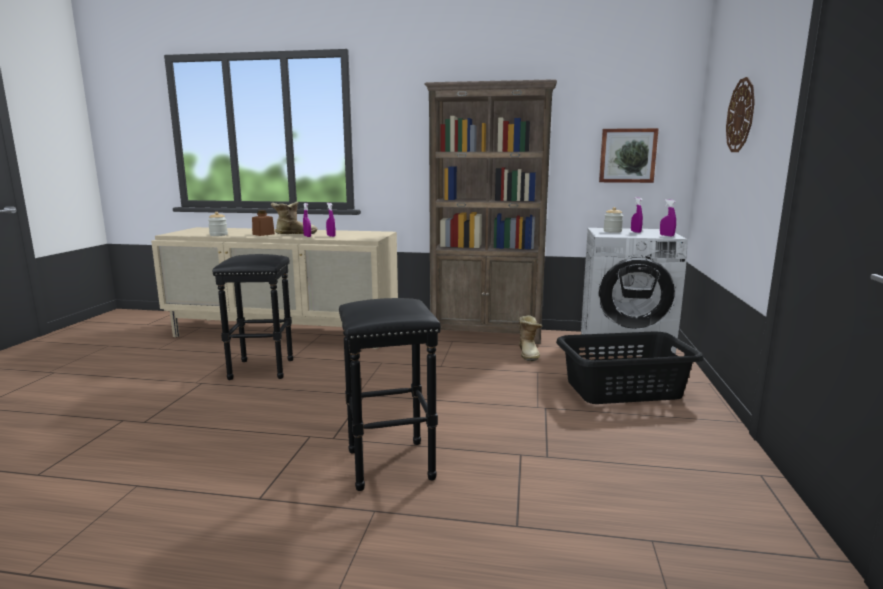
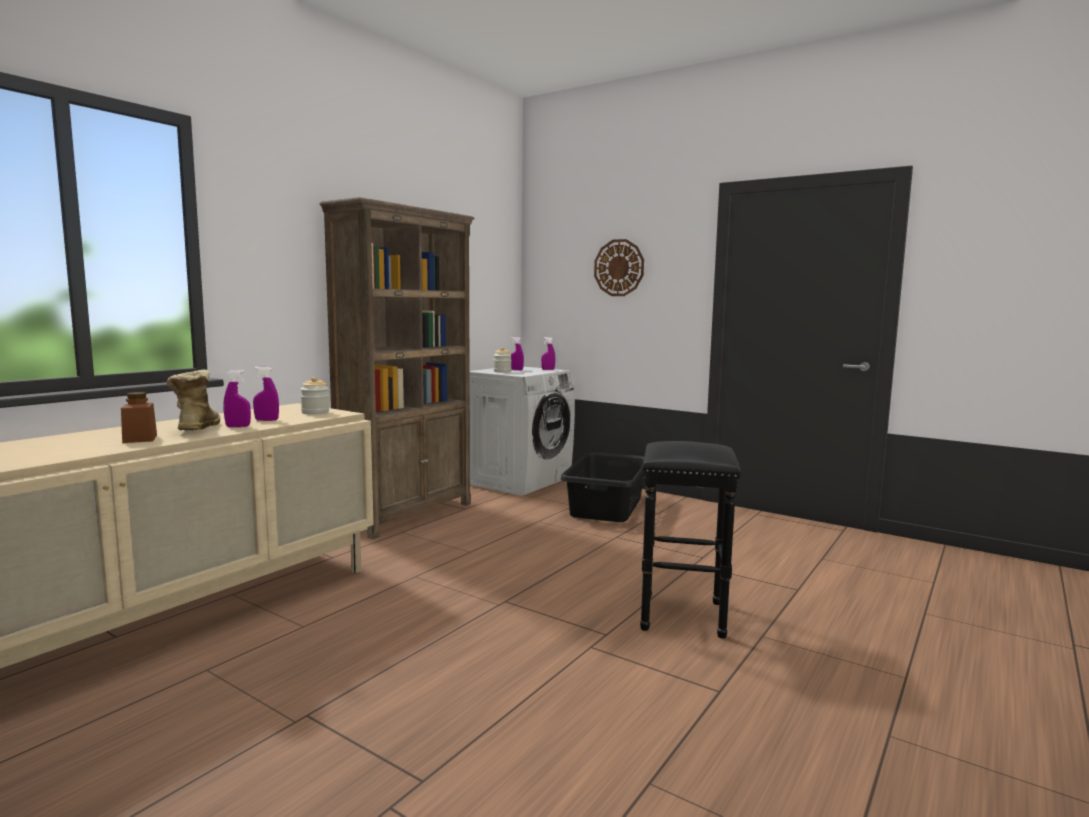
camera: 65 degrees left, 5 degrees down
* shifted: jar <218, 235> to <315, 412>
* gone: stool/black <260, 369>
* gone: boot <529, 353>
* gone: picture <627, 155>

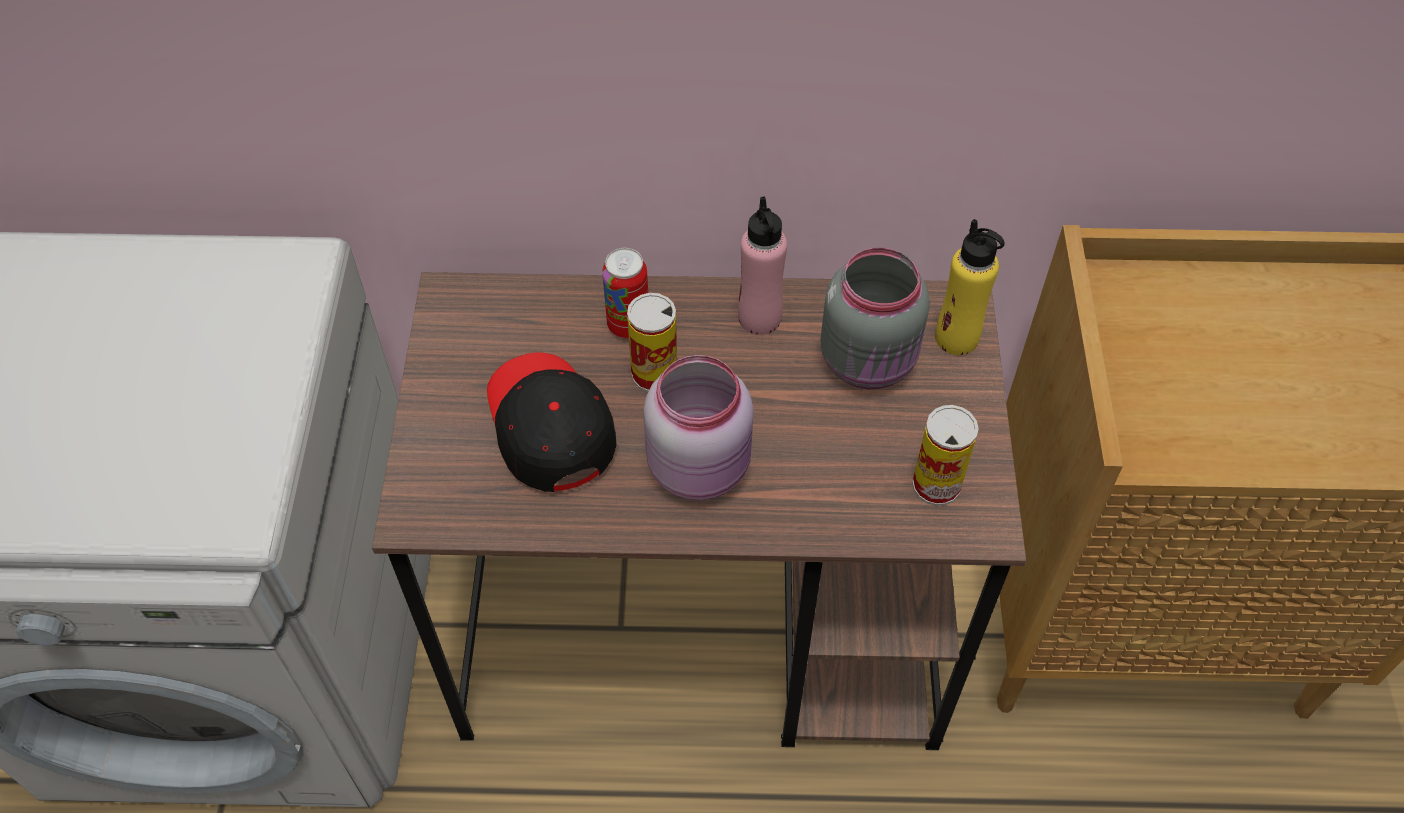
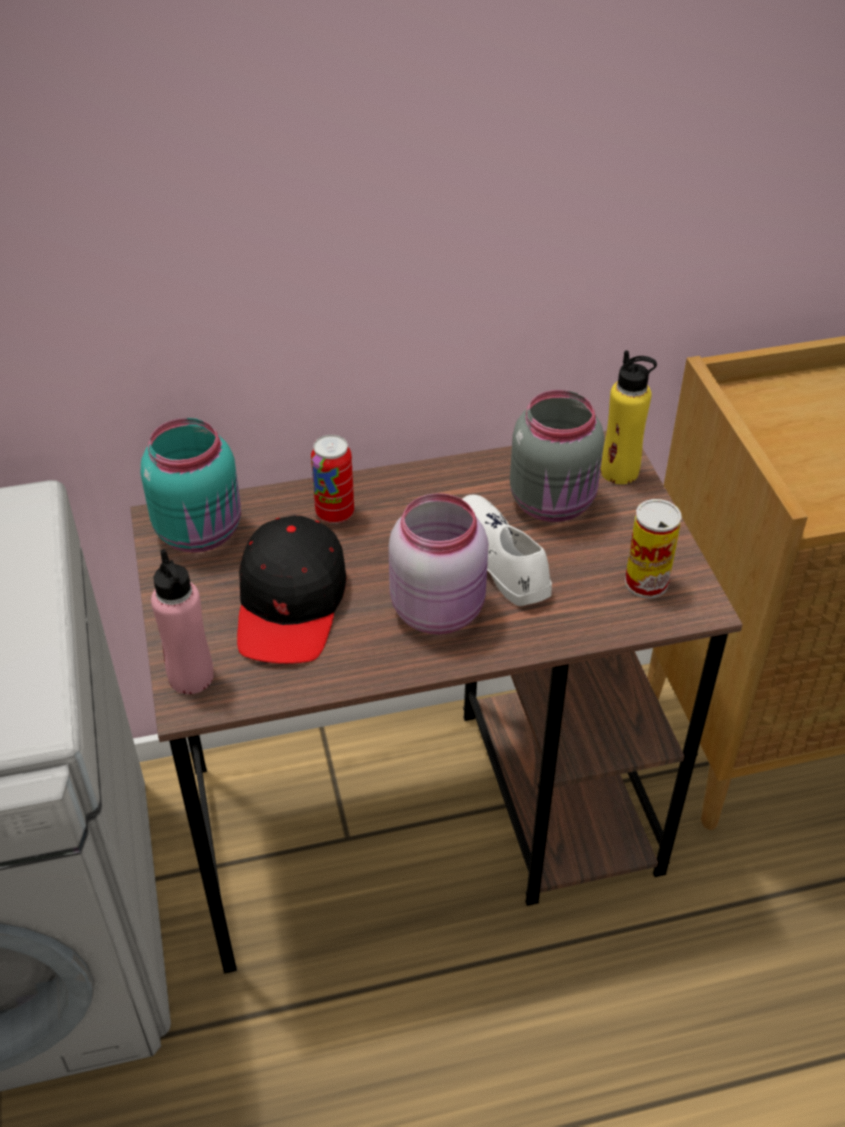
camera: 15 degrees left, 10 degrees down
* rotated: cap/black <549, 426> = <291, 604> 135 degrees counterclockwise
* gone: can <654, 374>
* shifted: bottle/pink <759, 318> to <191, 677>
* new: jar/turquoise <202, 531>
* new: shoe/white <499, 559>

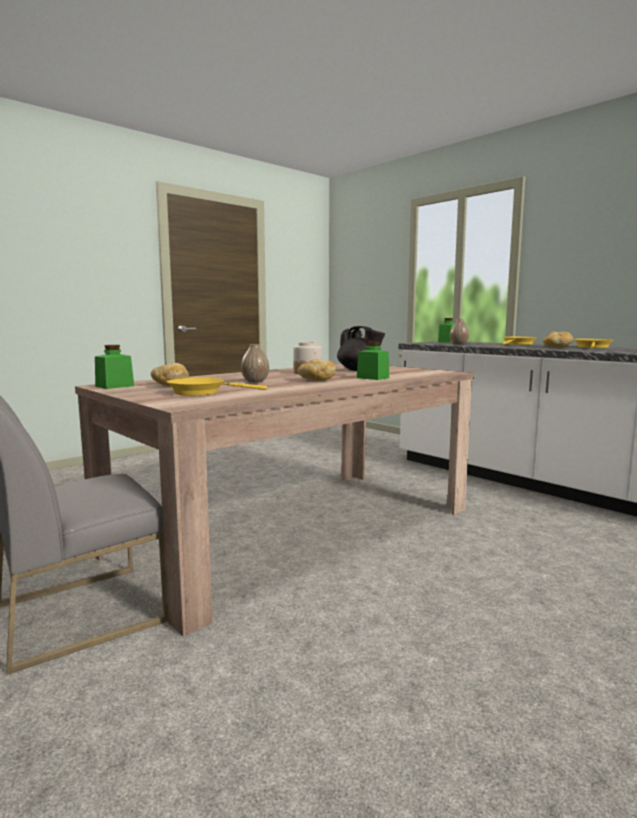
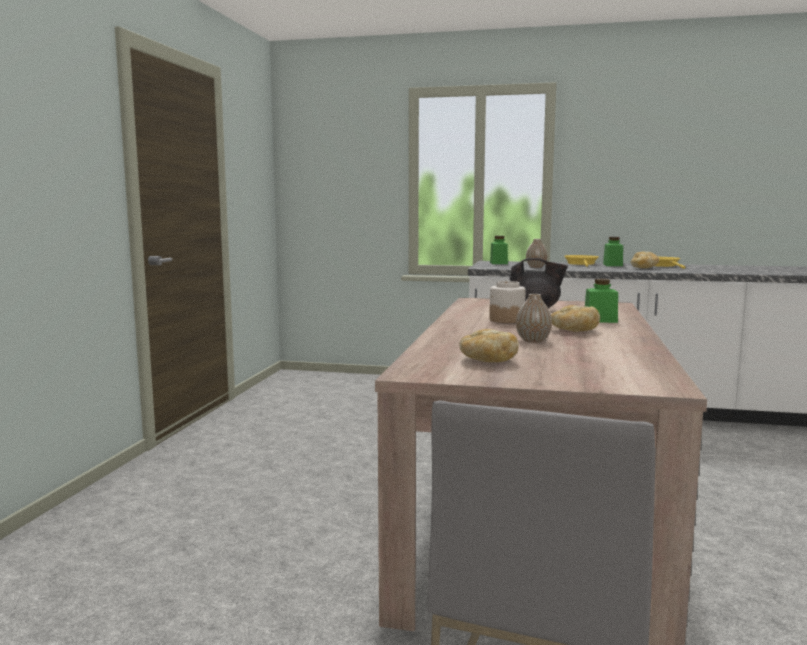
camera: 35 degrees left, 0 degrees up
* shifted: jar/green <114, 386> to <612, 265>
* gone: frying pan/yellow <202, 392>

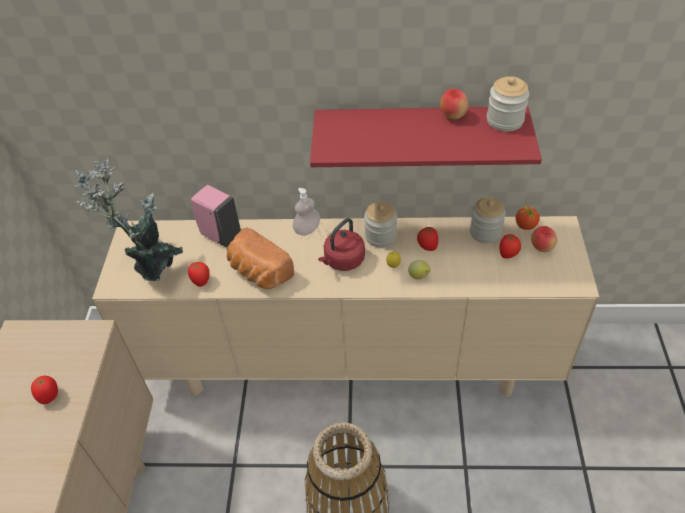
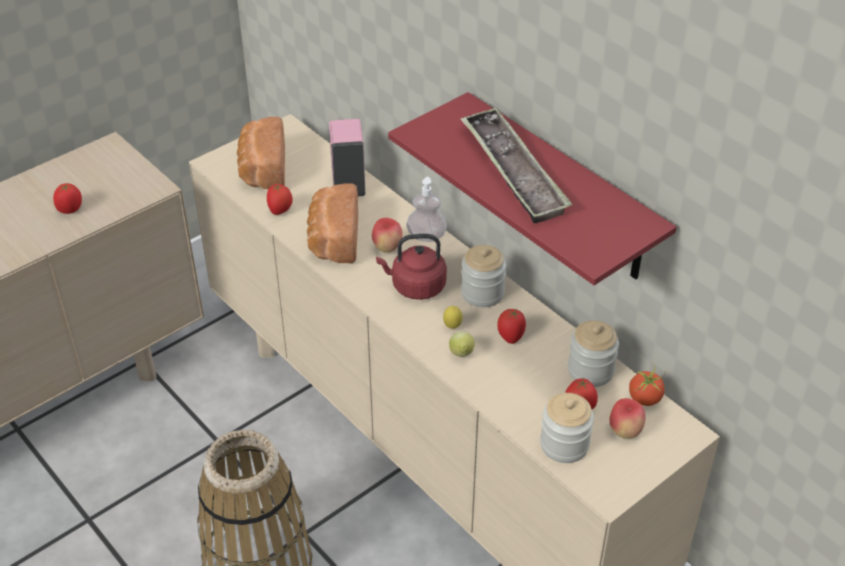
camera: 45 degrees right, 5 degrees down
* swapped: potted plant <152, 266> to bread <262, 170>
* shifted: apple <453, 116> to <387, 248>
* shifted: jar <504, 120> to <564, 444>
* new: tray <513, 171>

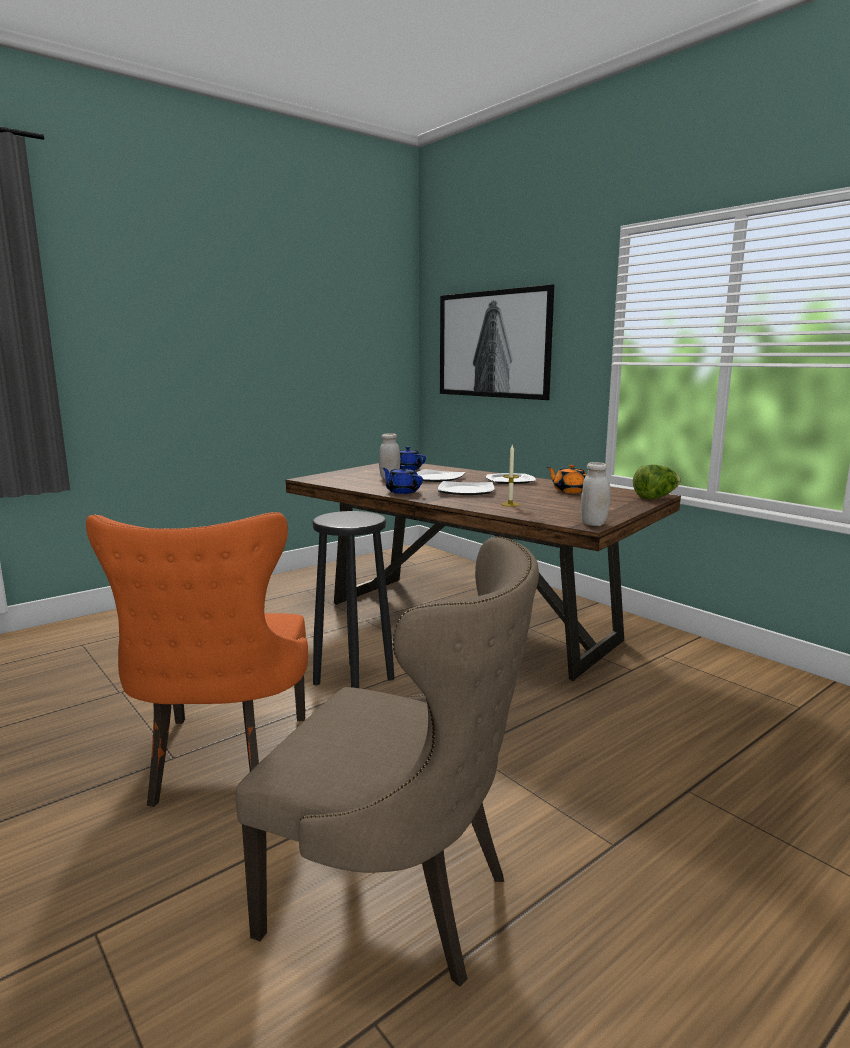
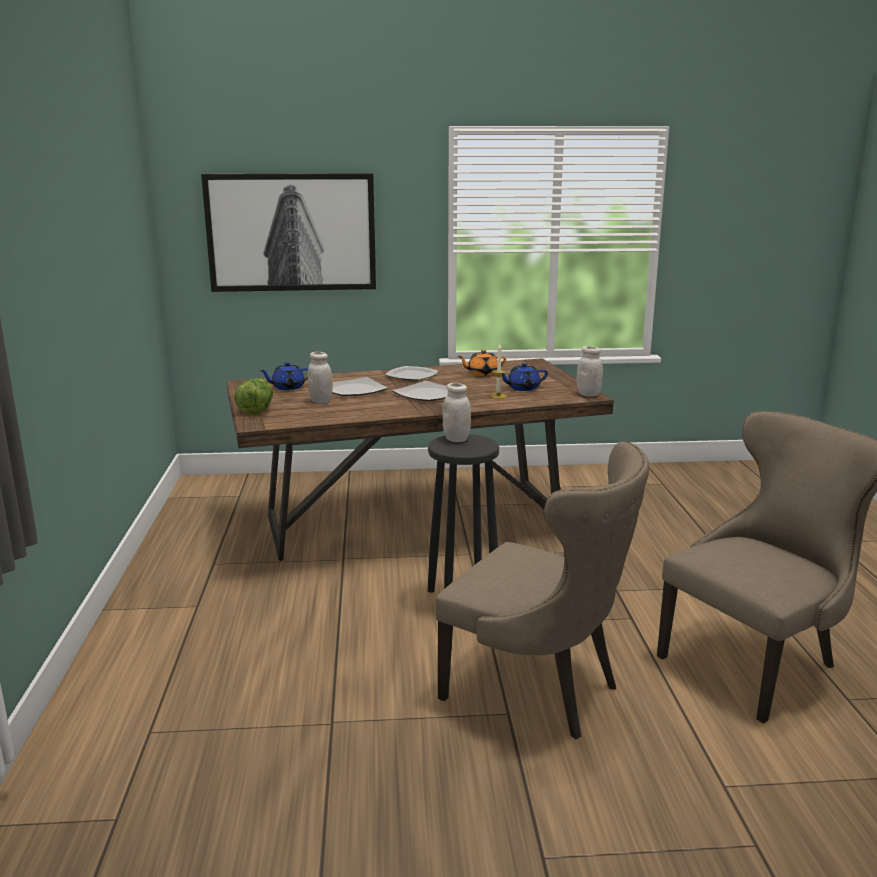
camera: 55 degrees left, 5 degrees up
* repainted: chair/orange <223, 761> to chair/beige <538, 690>
* shifted: teapot/blue <402, 491> to <522, 388>
* shifted: lettuce <655, 497> to <257, 410>
* new: jar/white <456, 439>

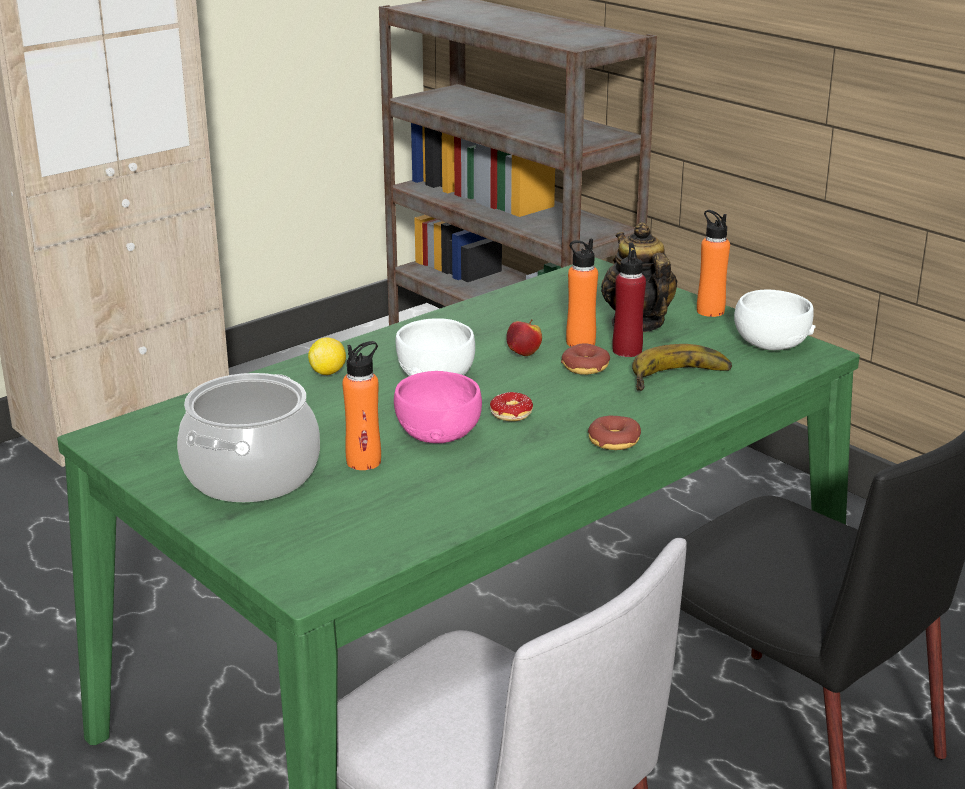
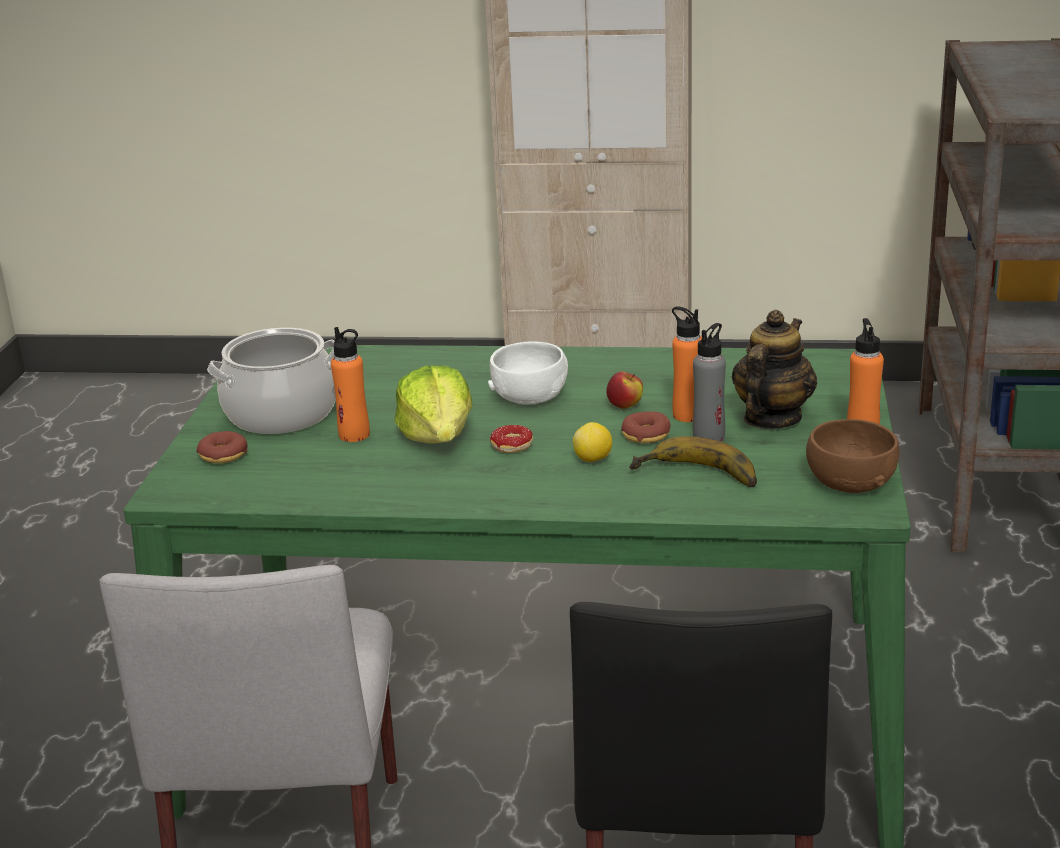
camera: 50 degrees right, 0 degrees up
* shifted: lemon <328, 372> to <593, 459>
* swapped: bowl/pink <437, 432> to lettuce <438, 436>
* shifted: donut <614, 441> to <223, 455>
* repainted: bottle/red <627, 350> to bottle/grey <709, 436>
* repainted: bowl/white <771, 342> to bowl/brown <850, 481>

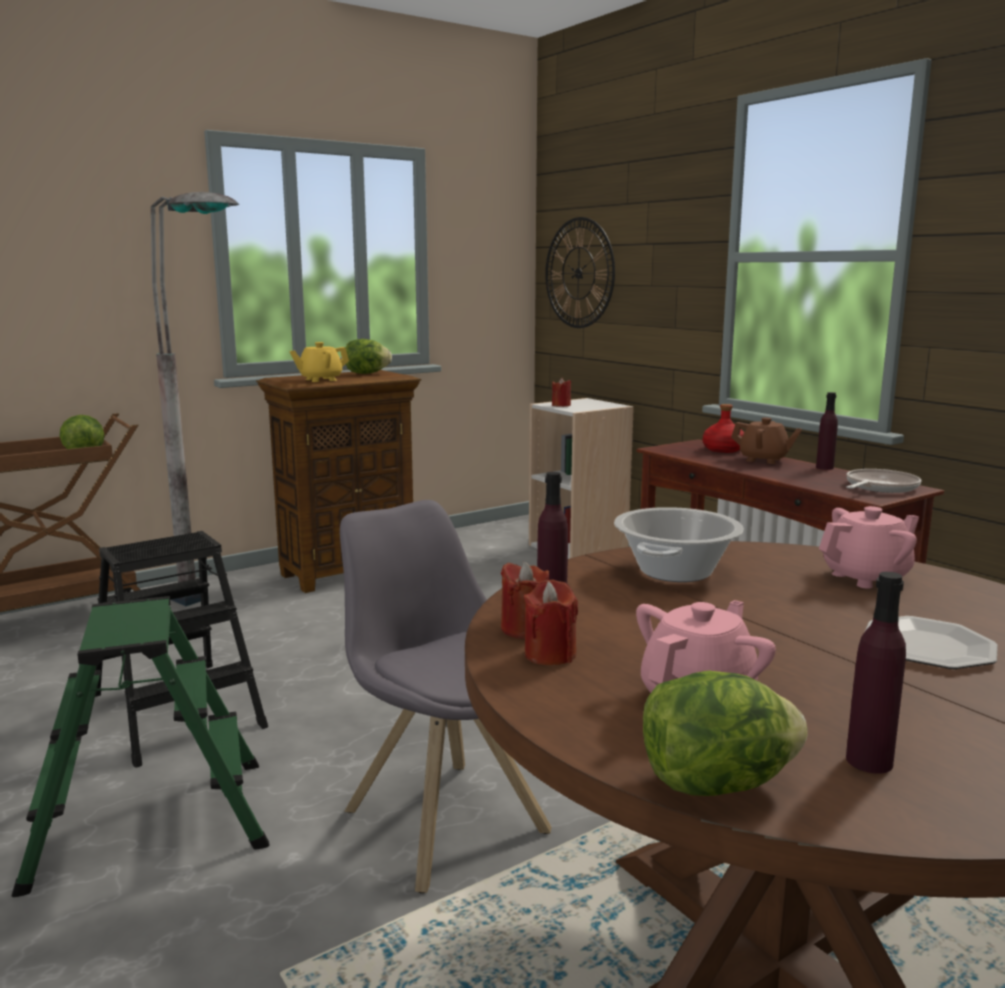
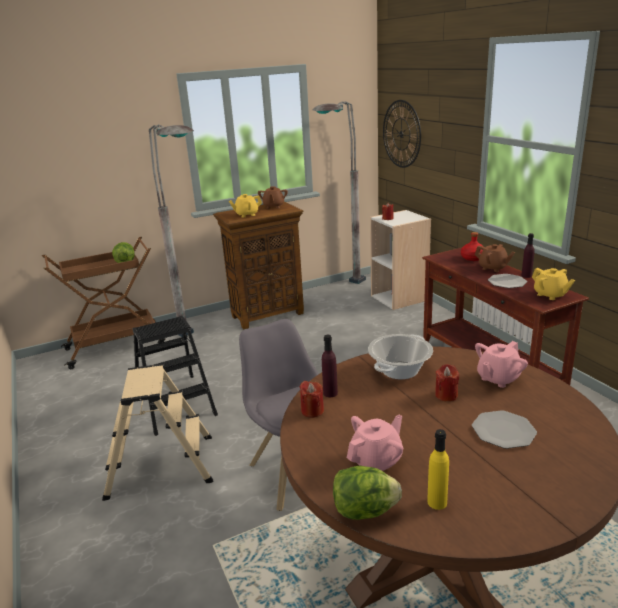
camera: 10 degrees right, 10 degrees up
* repainted: step ladder/green <150, 823> to step ladder/beige <161, 466>
* swapped: lettuce <366, 373> to teapot/brown <273, 206>
* shifted: candle/red <550, 654> to <446, 395>
* rotated: teapot/pink <866, 577> = <498, 378> 150 degrees clockwise
* swapped: frying pan <879, 487> to teapot/yellow <550, 295>
* repainted: bottle/purple <869, 761> to bottle/yellow <437, 502>
* new: floor lamp/grey <341, 289>
* new: plate <507, 282>

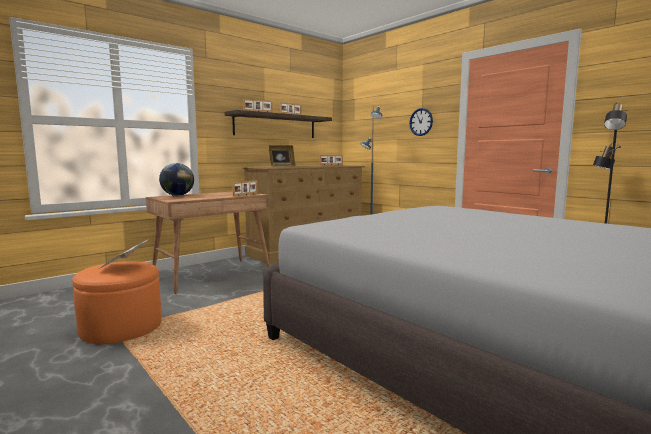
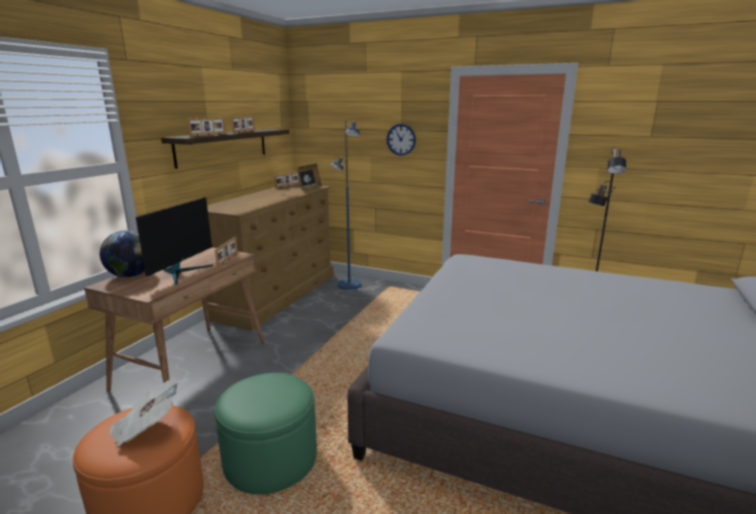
camera: 25 degrees left, 10 degrees up
* shifted: picture frame <282, 166> to <309, 189>
* new: monitor <182, 272>
* new: ottoman/green <270, 458>

